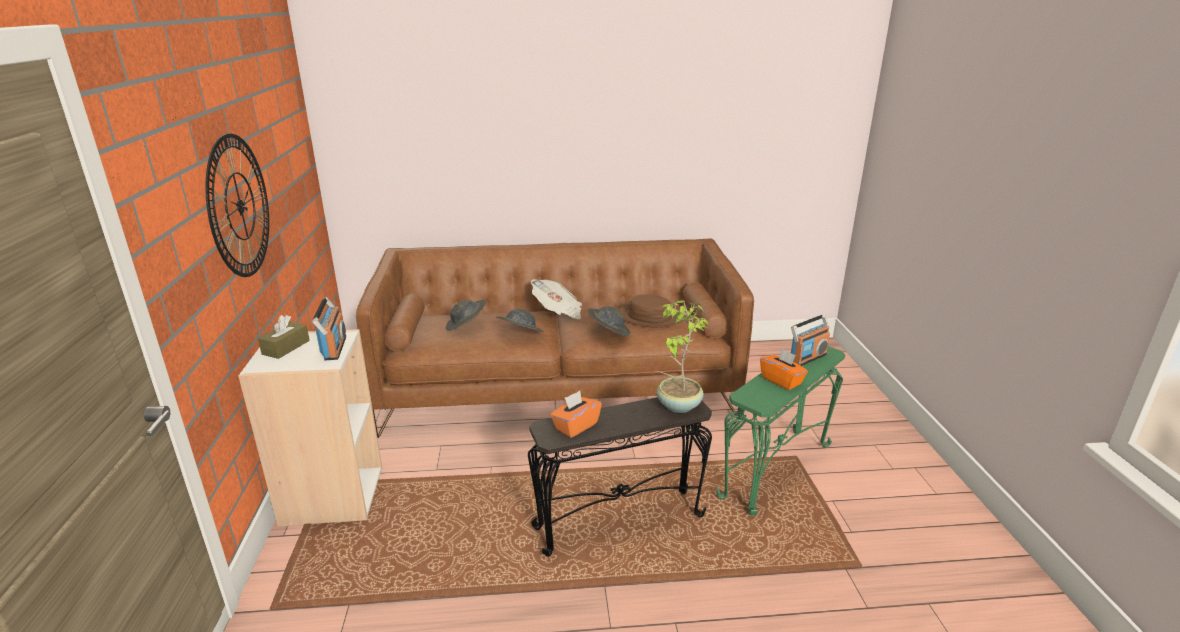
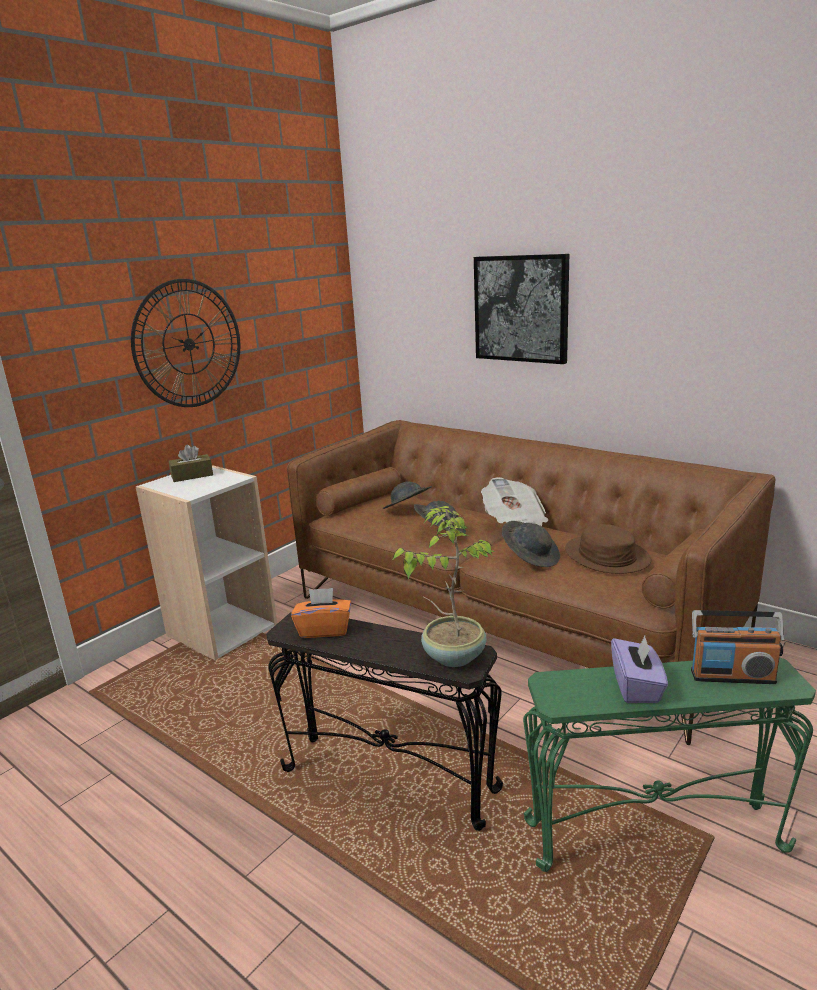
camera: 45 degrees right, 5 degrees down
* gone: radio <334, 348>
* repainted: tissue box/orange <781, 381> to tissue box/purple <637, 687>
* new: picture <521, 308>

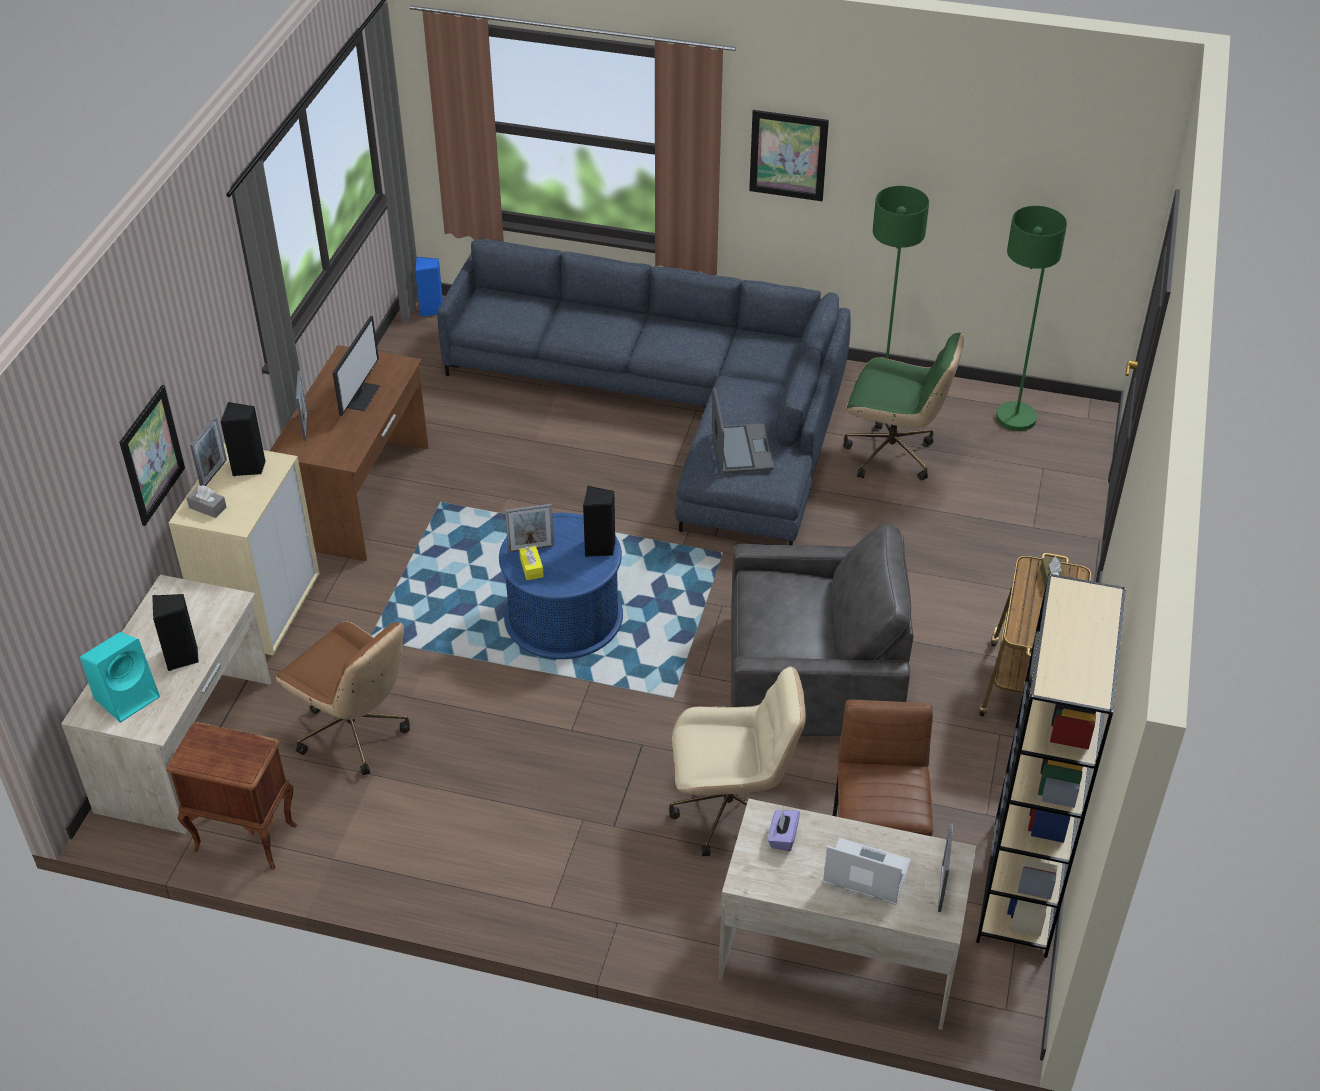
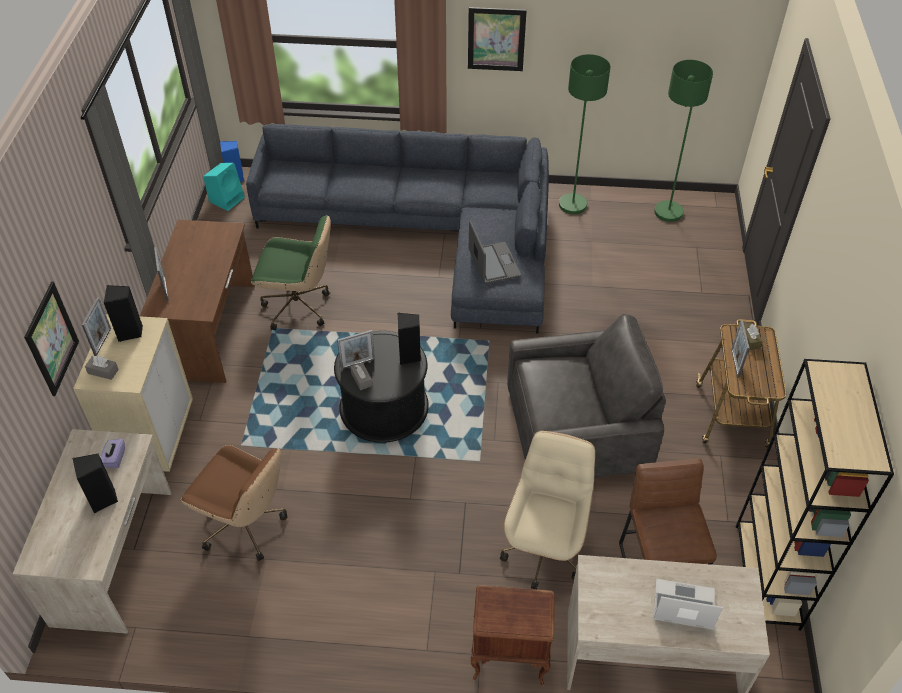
camera: 10 degrees left, 5 degrees up
* shifted: speaker/turquoise <128, 696> to <227, 199>
* shifted: nightstand/brown <244, 838> to <508, 660>
* gone: monitor <360, 395>
* repainted: coffee table/blue <563, 616> to coffee table/black <384, 407>
* repainted: tissue box/yellow <531, 568> to tissue box/grey <361, 379>
* rotated: office chair/beige <732, 813> = <544, 549> 60 degrees counterclockwise
* shifted: tissue box/purple <782, 837> to <114, 458>
* shifted: office chair/green <893, 456> to <299, 309>
* shifted: picture frame <941, 888> to <735, 363>

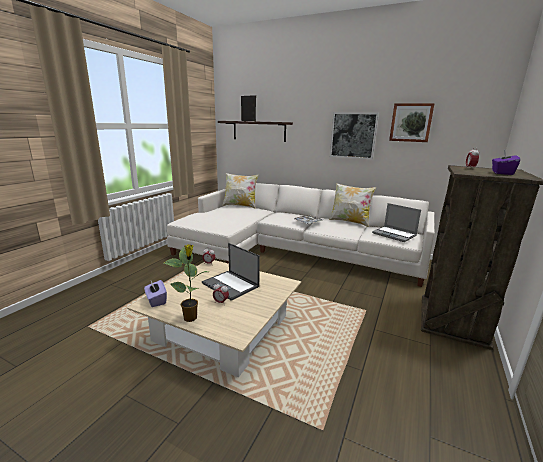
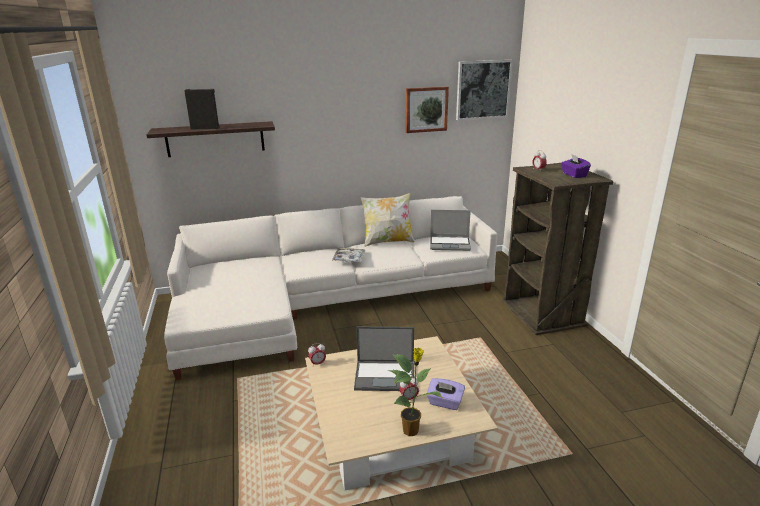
camera: 40 degrees left, 5 degrees up
* shifted: tissue box/purple <156, 300> to <445, 402>
* gone: pillow <240, 205>
* shifted: picture <353, 135> to <483, 89>

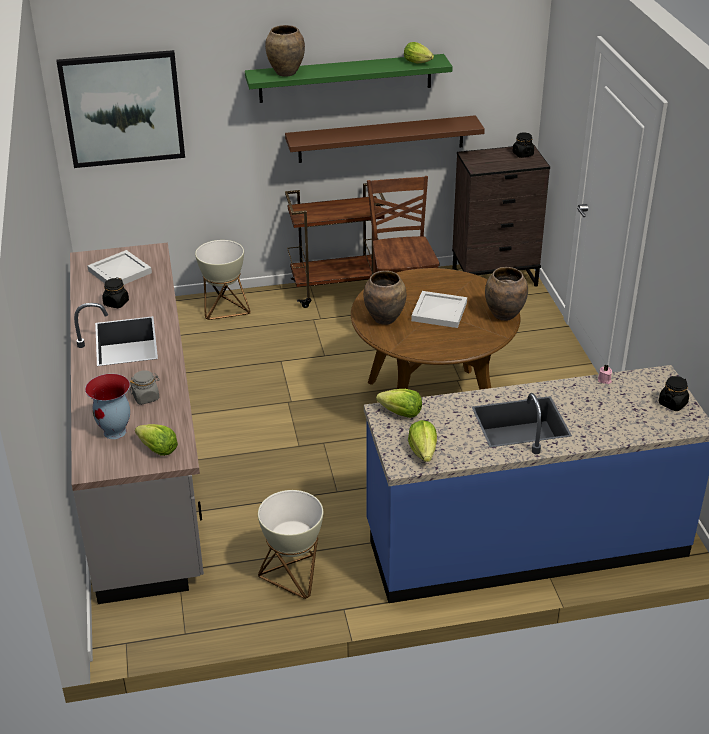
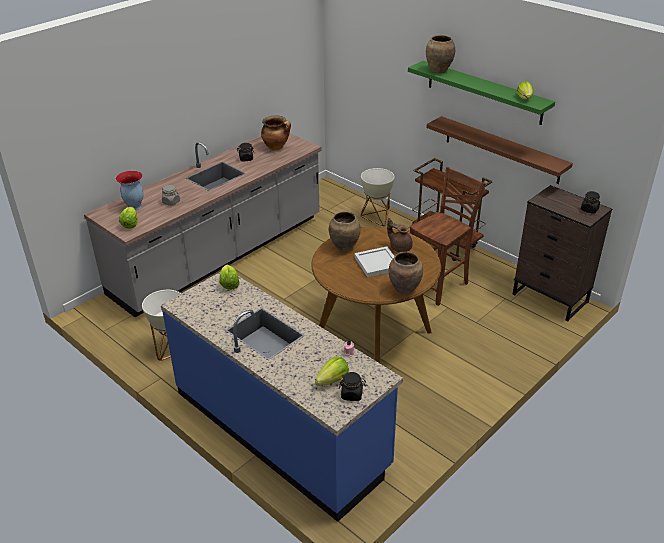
camera: 55 degrees right, 0 degrees up
* gone: picture <123, 109>
* swapped: tray/white <120, 271> to cooking pot <276, 147>
* shifted: lettuce <423, 452> to <333, 380>
* new: teapot/brown <400, 247>

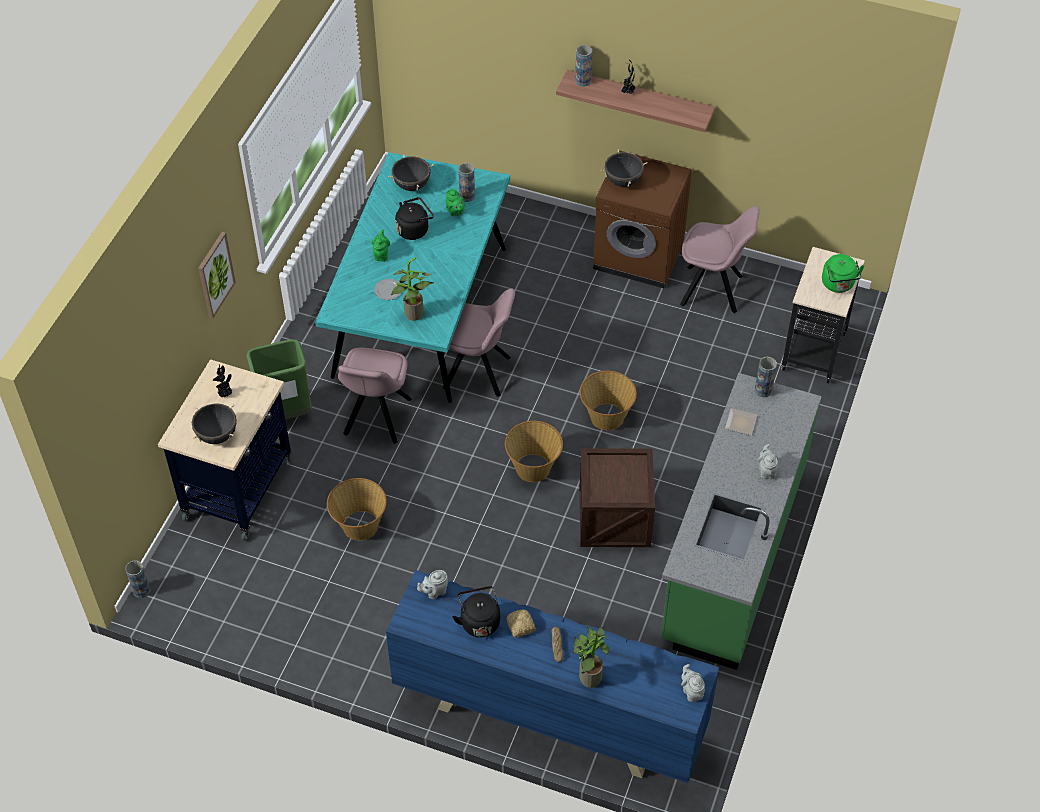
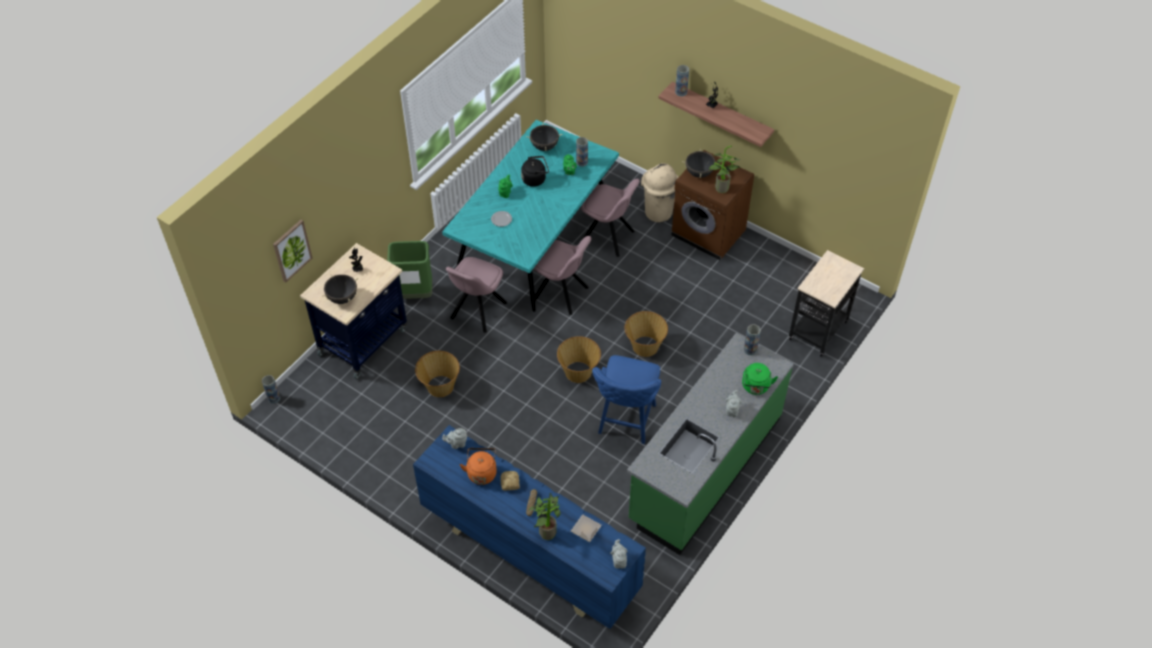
camera: 15 degrees right, 0 degrees up
* shifted: picture <215, 274> to <291, 250>
* shifted: potted plant <412, 316> to <720, 189>
* repainted: kettle/black <479, 621> to kettle/orange <481, 472>
* swapped: crate <614, 517> to stool/blue <626, 421>
* shifted: chair/pink <712, 290> to <608, 237>
* shifted: plate <739, 423> to <584, 529>
* shifted: kettle/green <838, 285> to <755, 387>
* new: trash can/beige <658, 212>

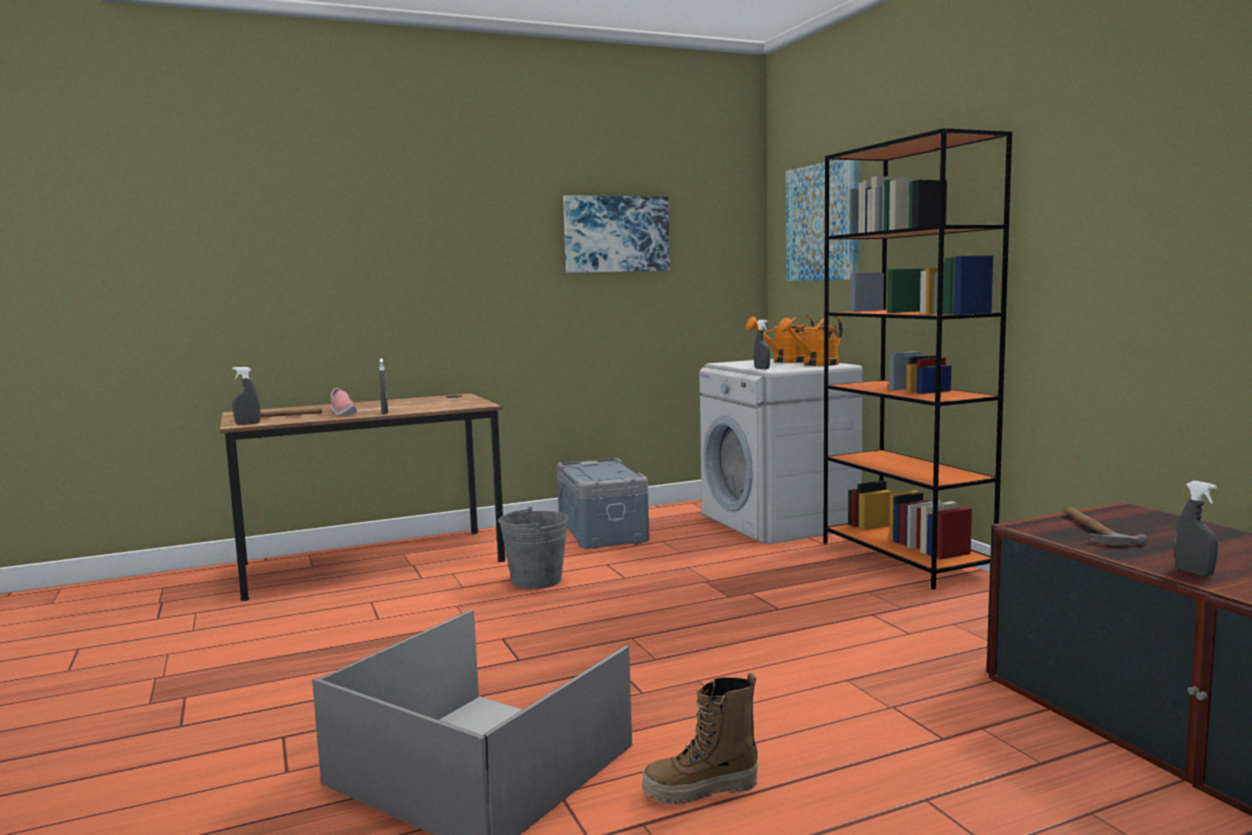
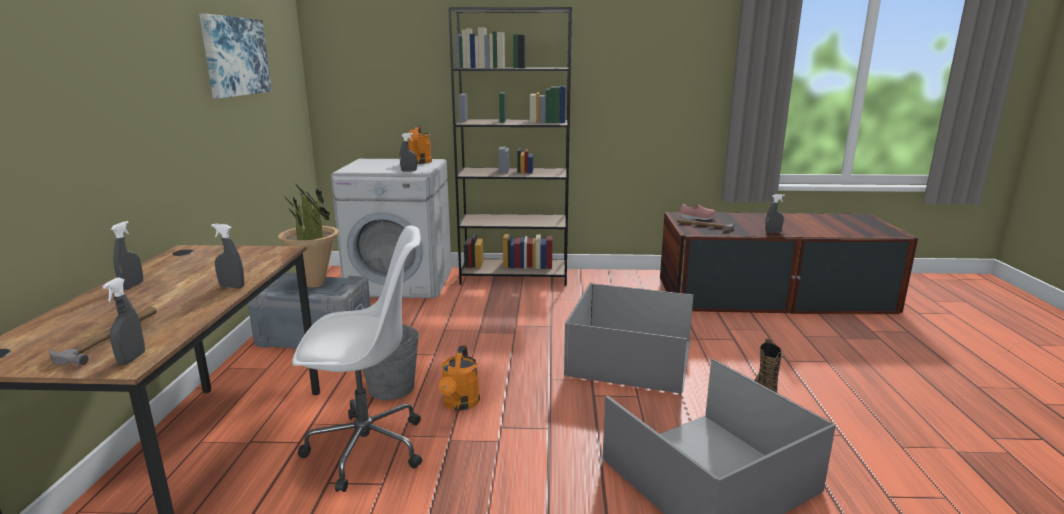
camera: 65 degrees left, 10 degrees up
* shifted: shoe/pink <342, 413> to <697, 219>
* shifted: watering can/orange <784, 361> to <460, 404>
* gone: picture <823, 222>
* repainted: bookcase/orange <906, 558> to bookcase/beige <515, 276>
* new: spray bottle/grey <132, 286>
* new: potted plant <315, 284>
* new: office chair/white <370, 448>
* new: storage box/grey <630, 359>

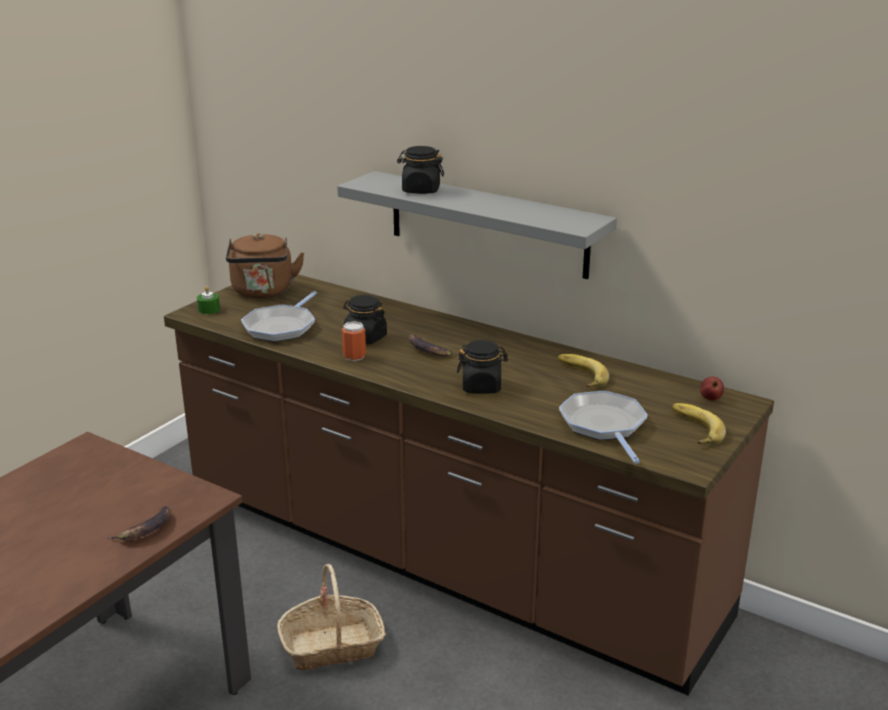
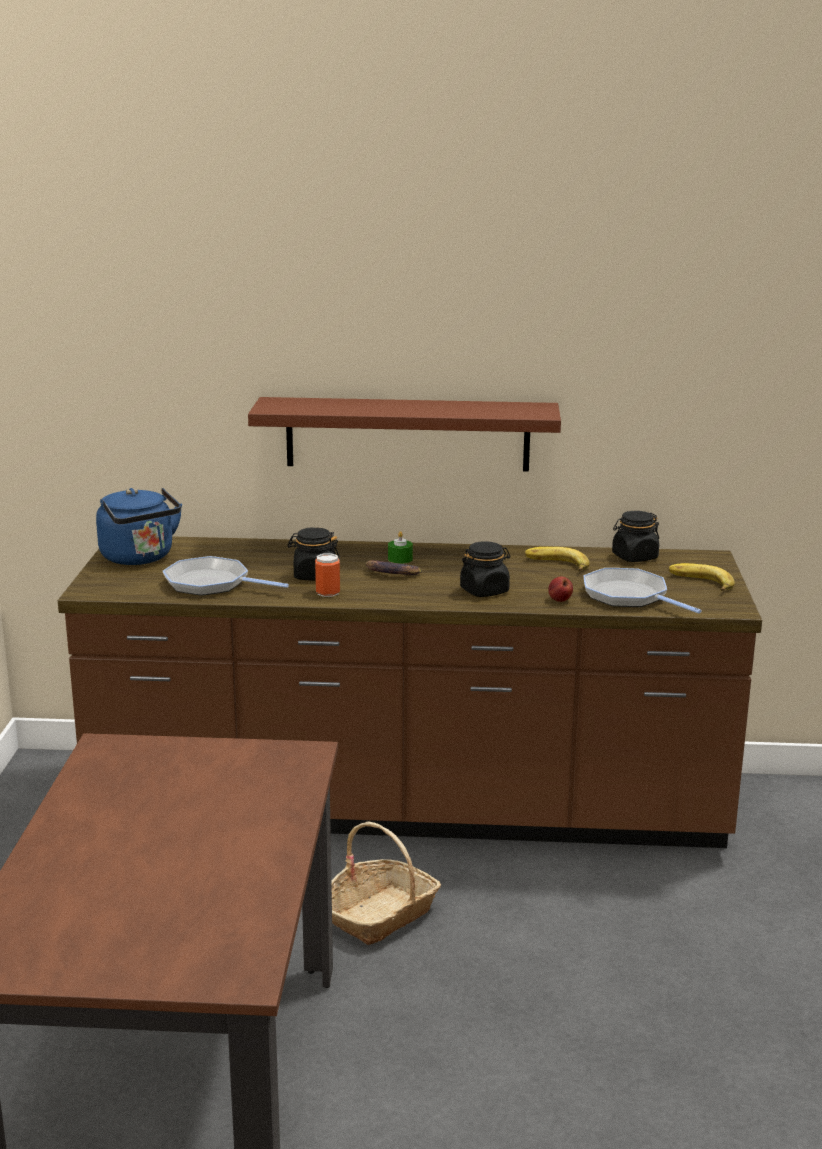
camera: 30 degrees left, 5 degrees down
* gone: banana <146, 530>
* shifted: candle/green <209, 309> to <400, 559>
* repainted: kettle/brown <263, 292> to kettle/blue <140, 558>
* rotated: frying pan <281, 327> = <211, 584> 120 degrees clockwise
* repainted: shelf/grey <487, 224> to shelf/brown <407, 434>
* shifted: jar/black <420, 190> to <634, 557>
* shifted: apple <710, 398> to <559, 600>

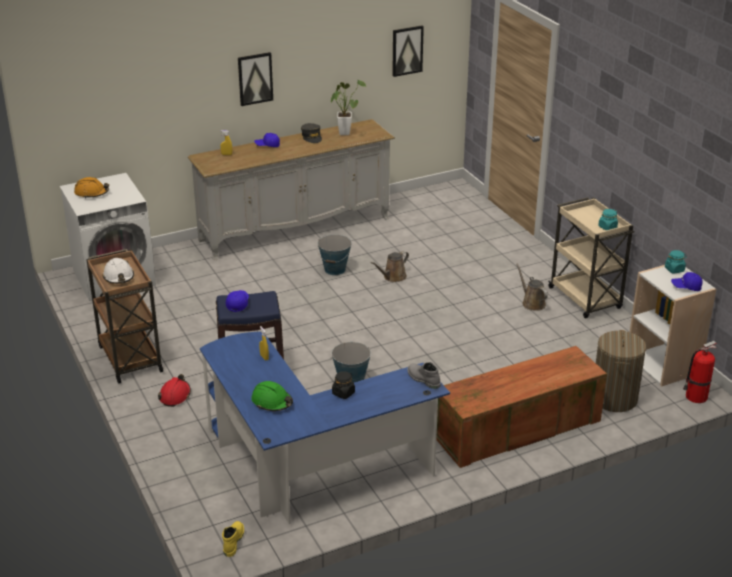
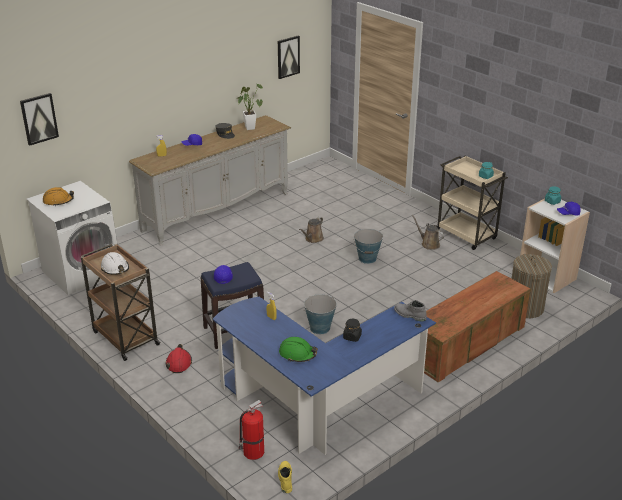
camera: 15 degrees left, 0 degrees up
* shifted: picture <255, 78> to <39, 118>
* shifted: bucket <335, 269> to <367, 258>
* shifted: fire extinguisher <695, 397> to <252, 452>

